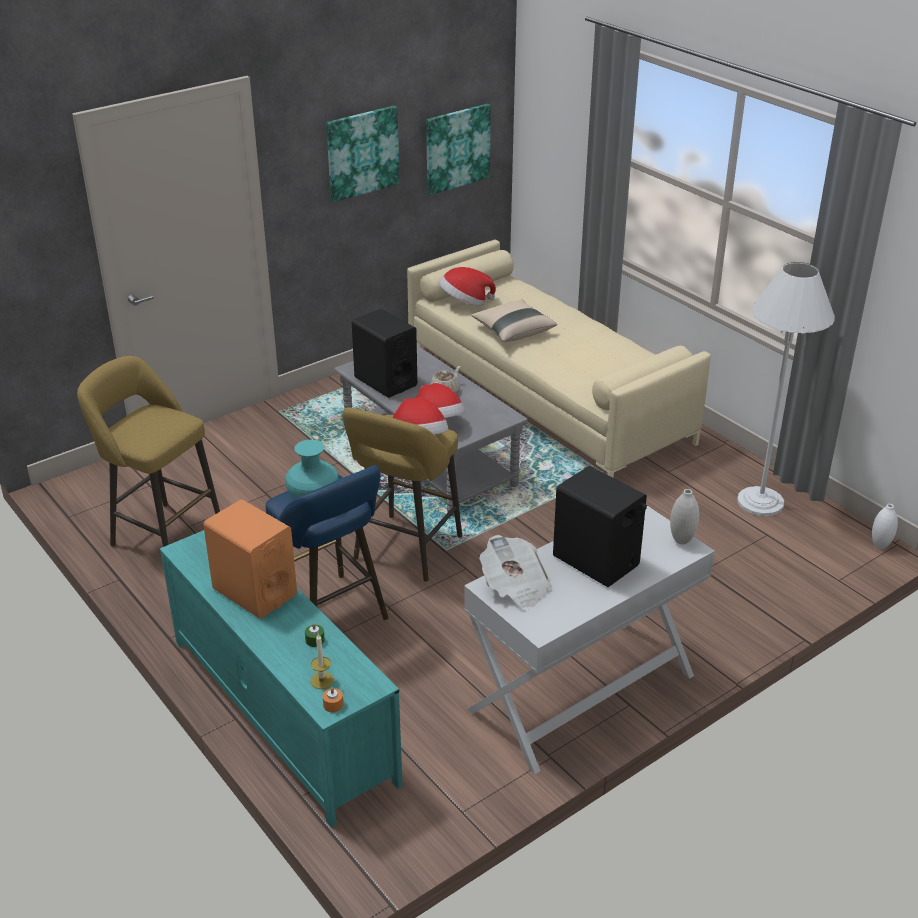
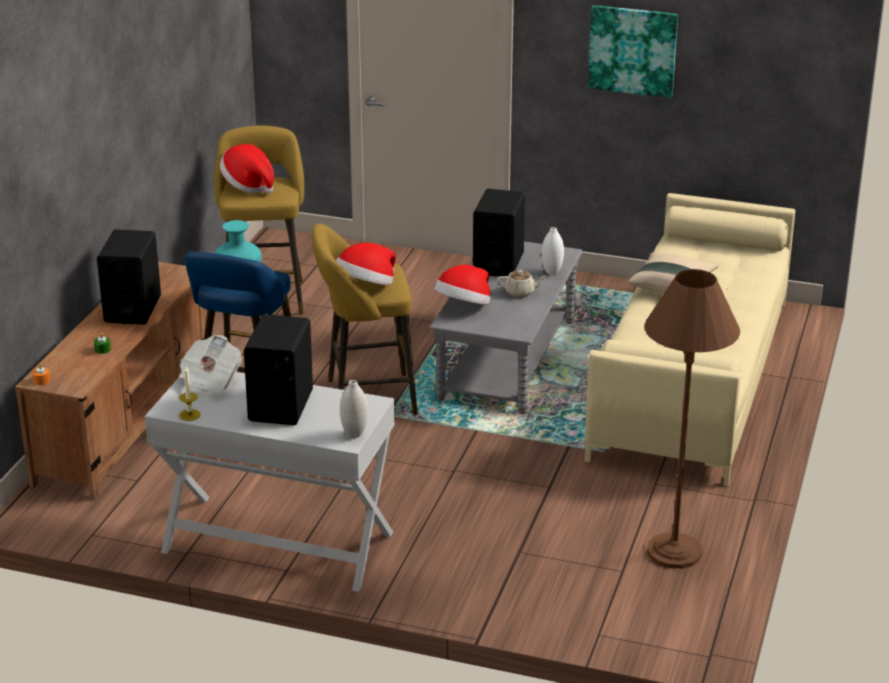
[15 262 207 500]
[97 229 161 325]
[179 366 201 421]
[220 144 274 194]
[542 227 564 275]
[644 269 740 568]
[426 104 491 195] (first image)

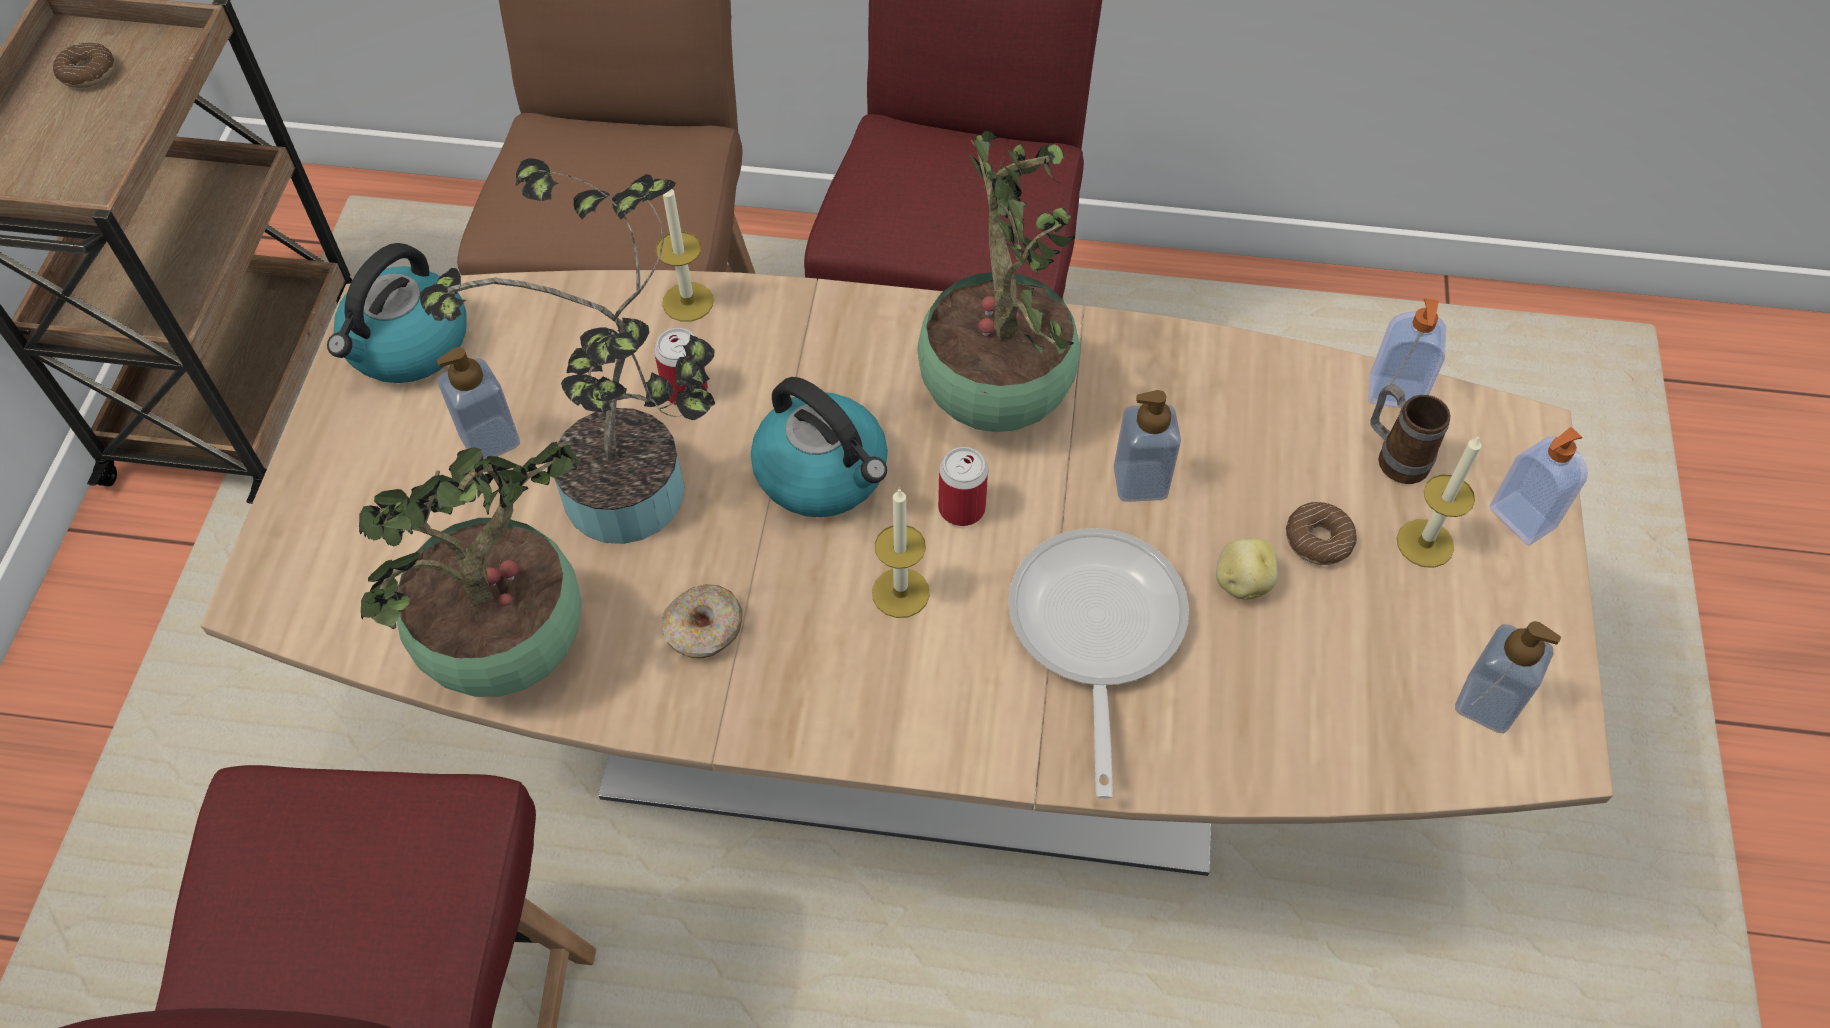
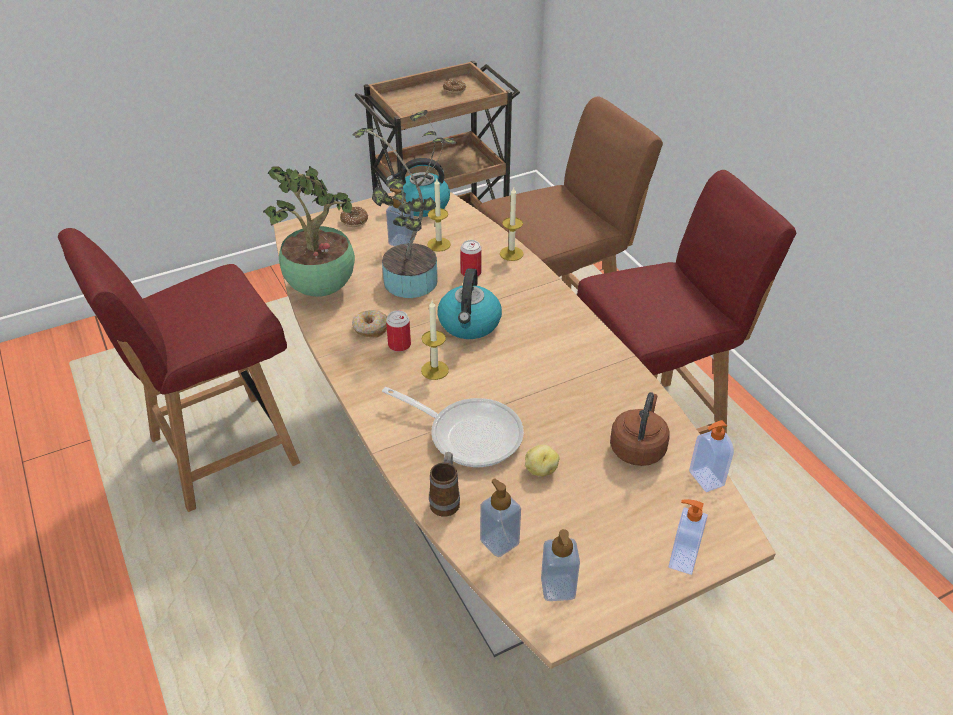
[340 207 368 227]
[382 387 524 467]
[386 310 411 352]
[427 179 451 252]
[429 452 460 517]
[480 478 521 557]
[610 392 670 466]
[917 131 1080 432] (first image)

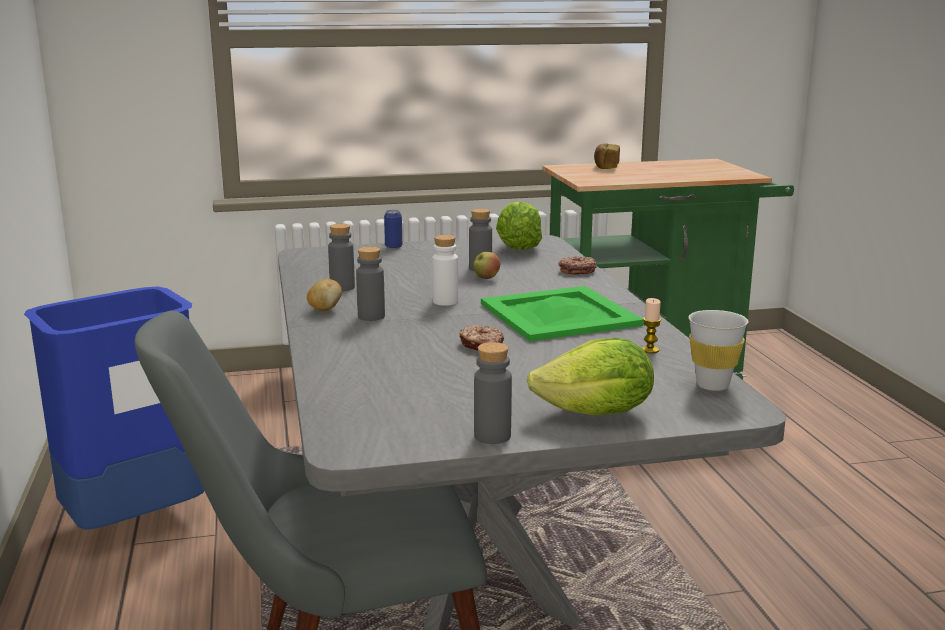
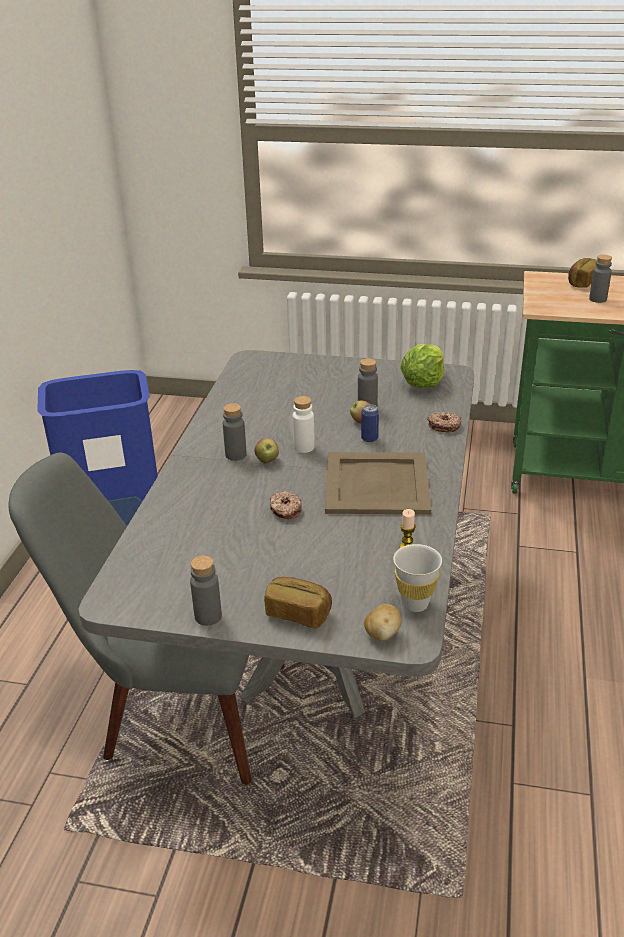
[255 438 279 463]
[264 577 332 629]
[325 452 431 514]
[361 404 379 442]
[364 604 401 641]
[589 255 612 303]

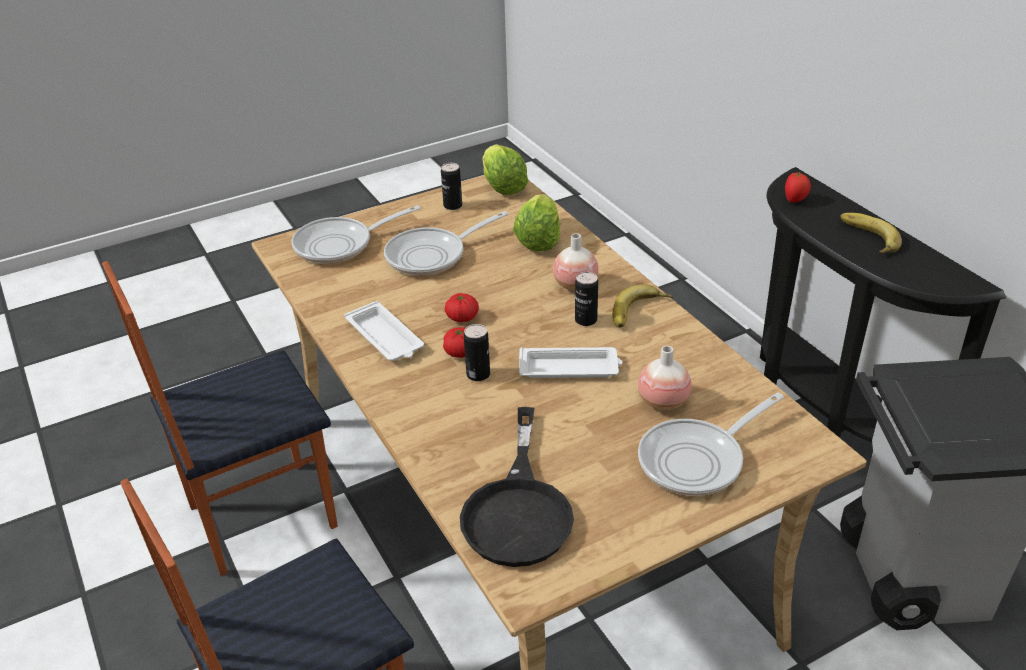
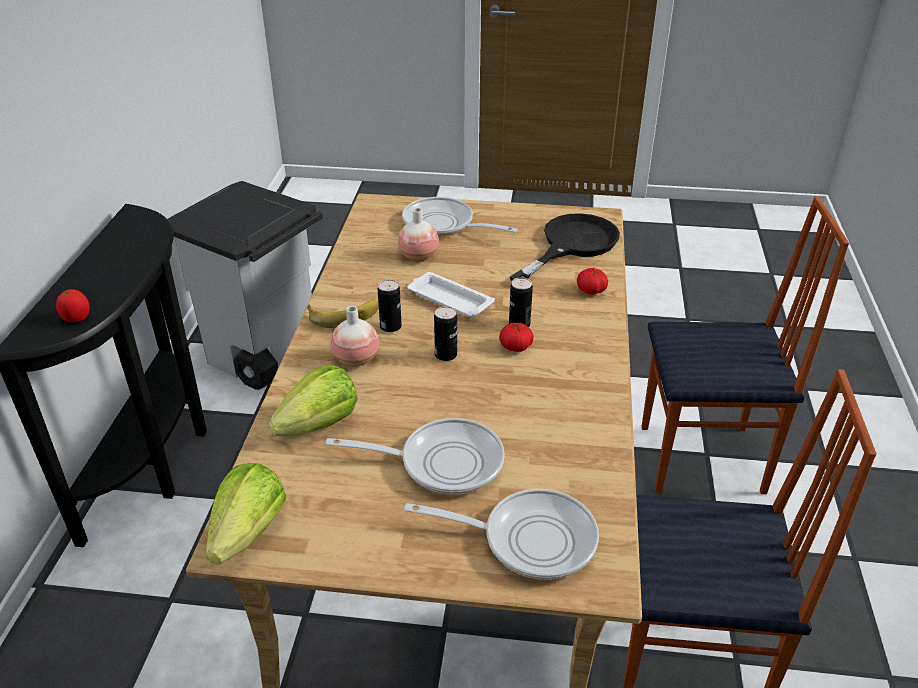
[402 197 518 237]
[434 306 457 361]
[577 268 608 295]
[344 301 424 361] (first image)
[840 213 902 254] (first image)

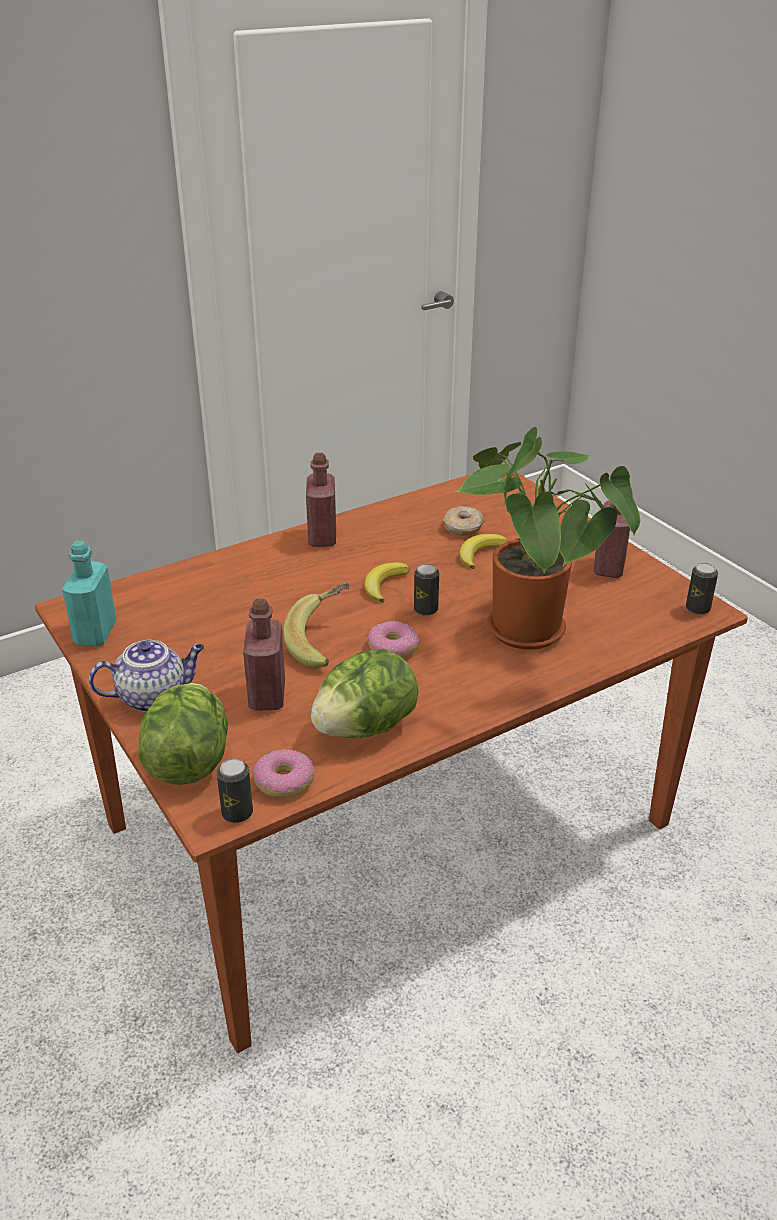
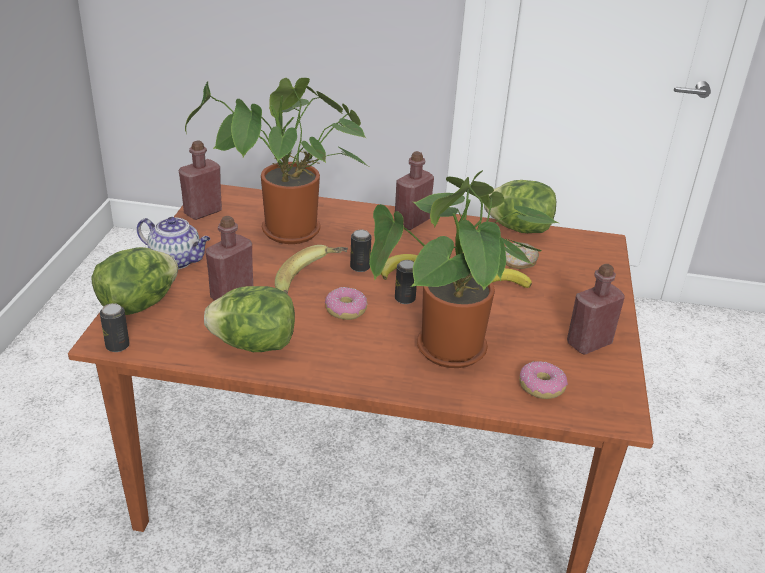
[179 140 222 220]
[185 78 369 244]
[350 230 372 272]
[484 180 556 233]
[519 361 568 399]

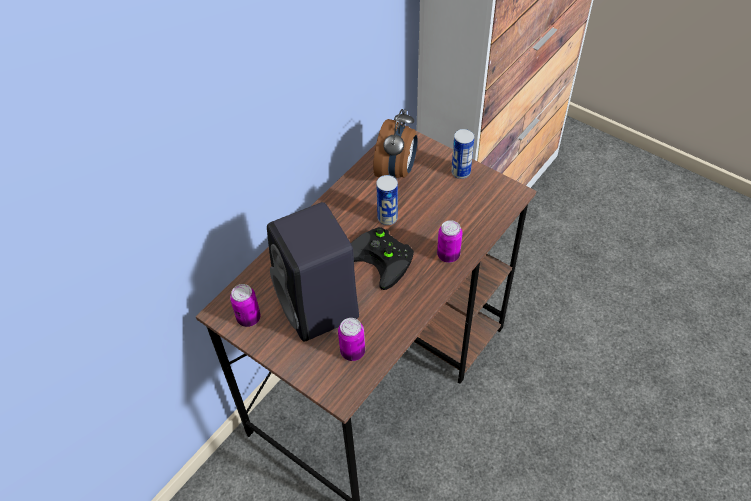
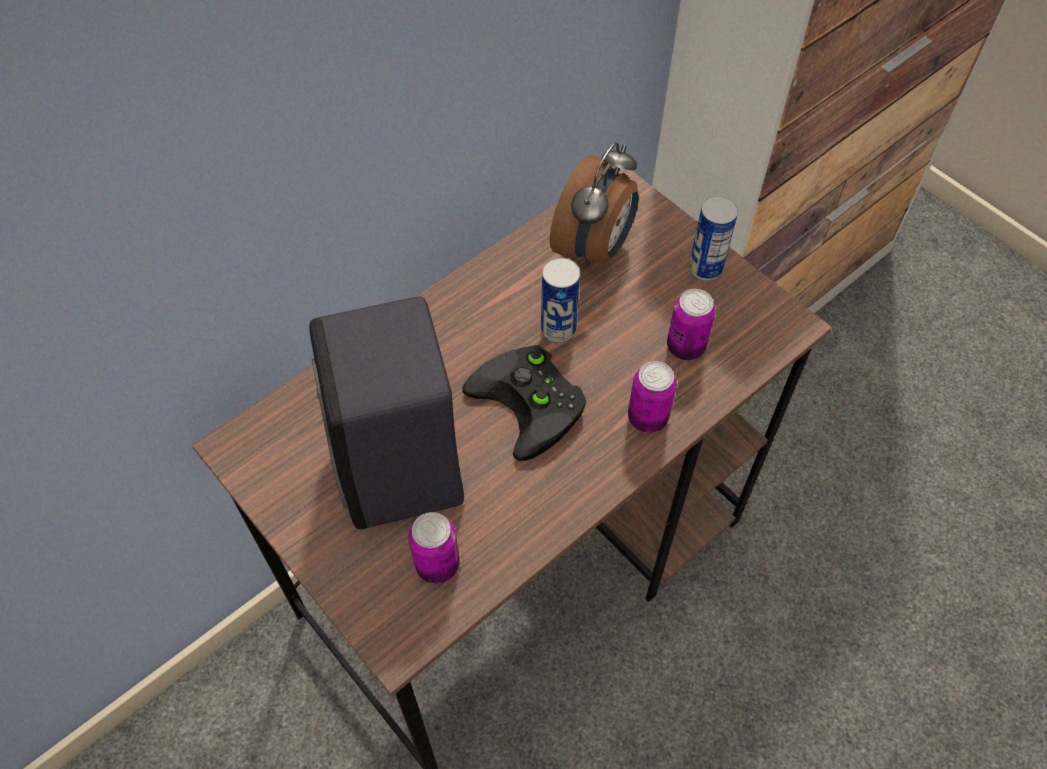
[667 289 716 360]

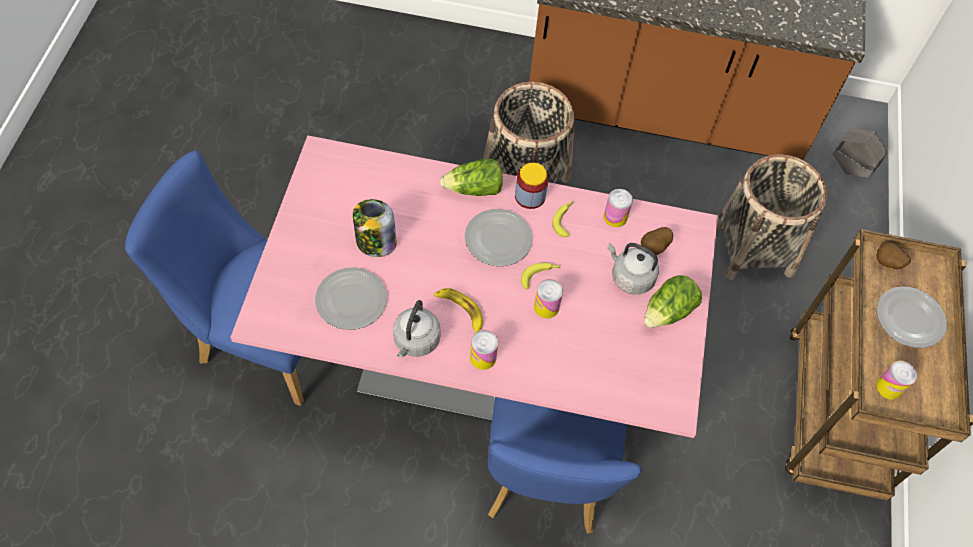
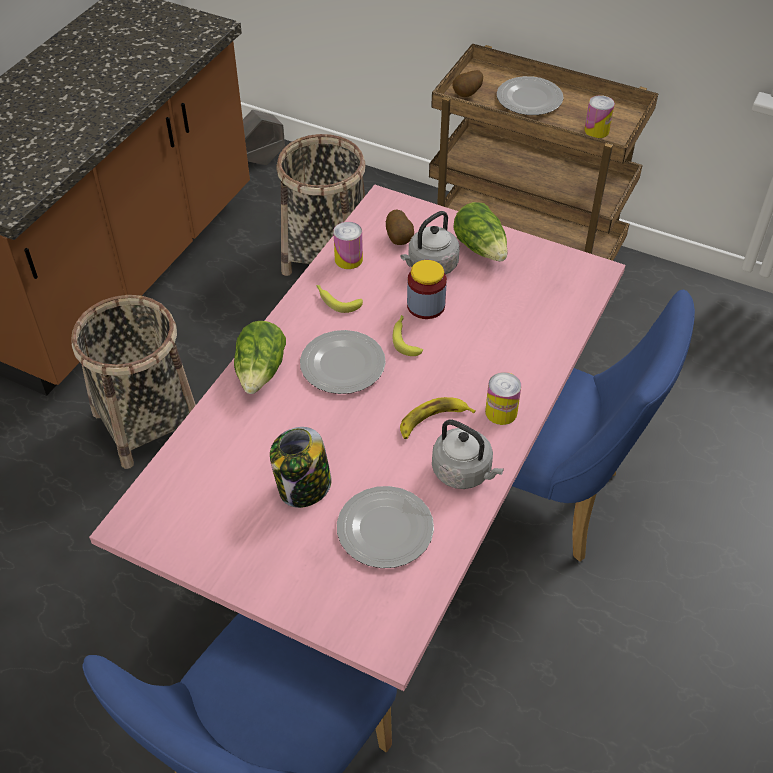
[407 260 447 319]
[534 279 563 318] (first image)

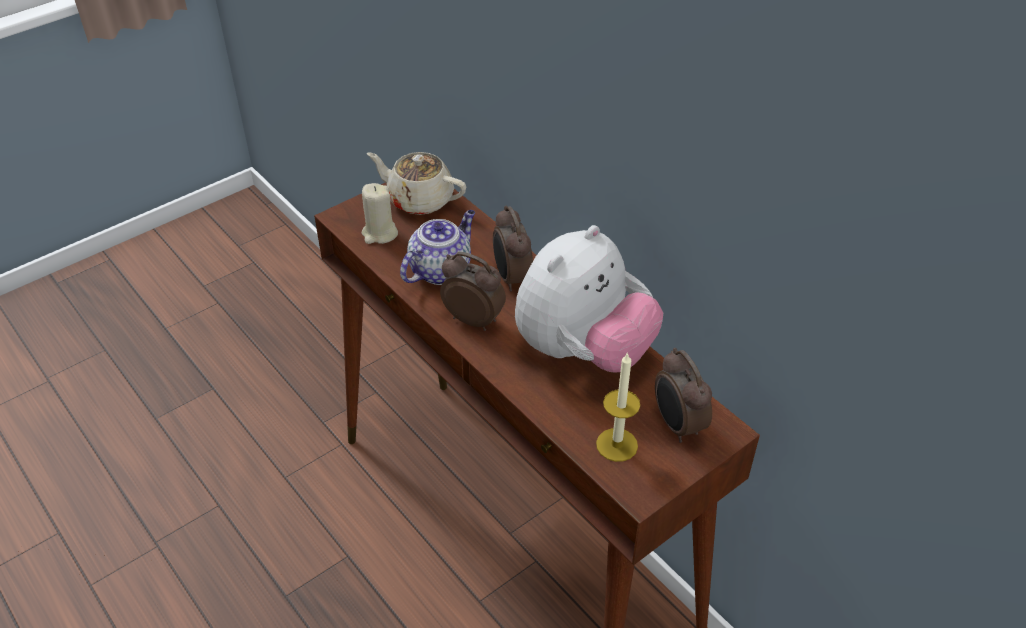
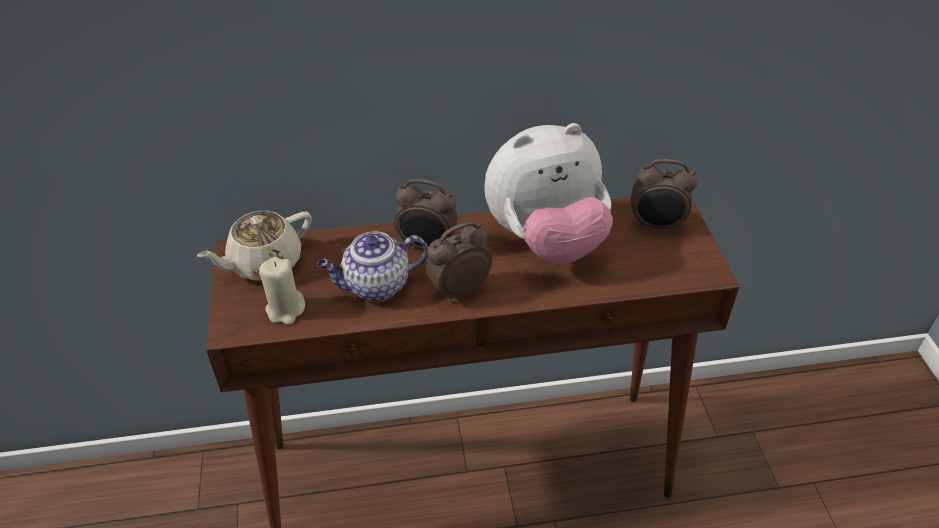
[317 231 428 302]
[484 123 613 264]
[596 352 640 462] (first image)

